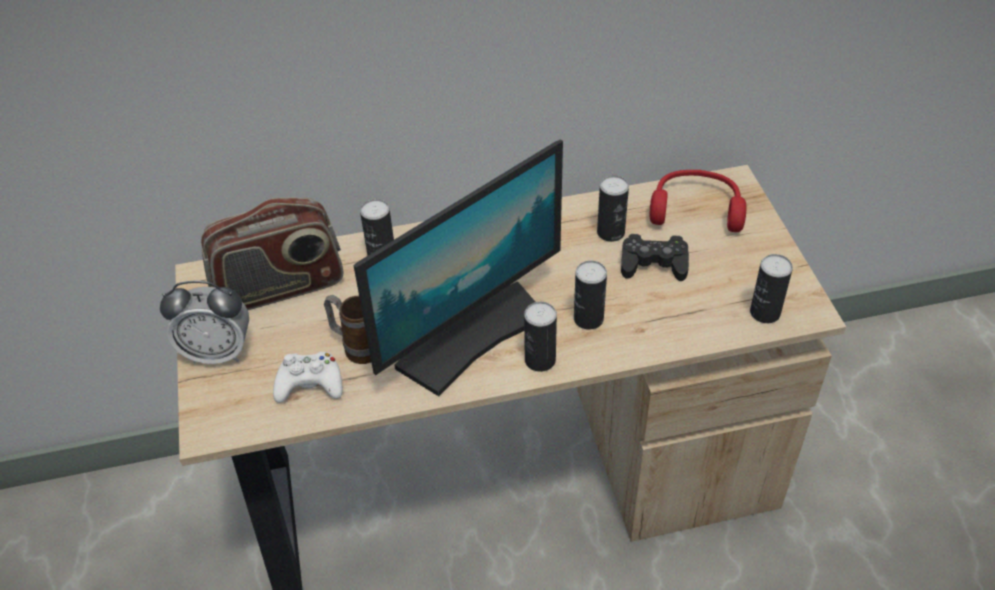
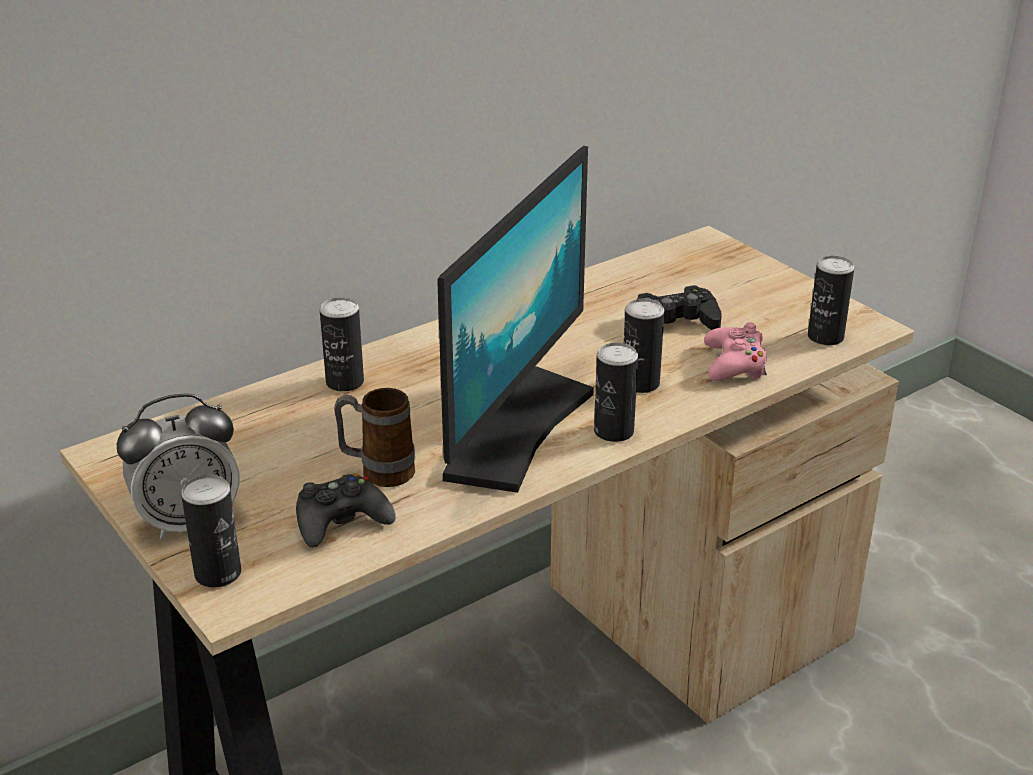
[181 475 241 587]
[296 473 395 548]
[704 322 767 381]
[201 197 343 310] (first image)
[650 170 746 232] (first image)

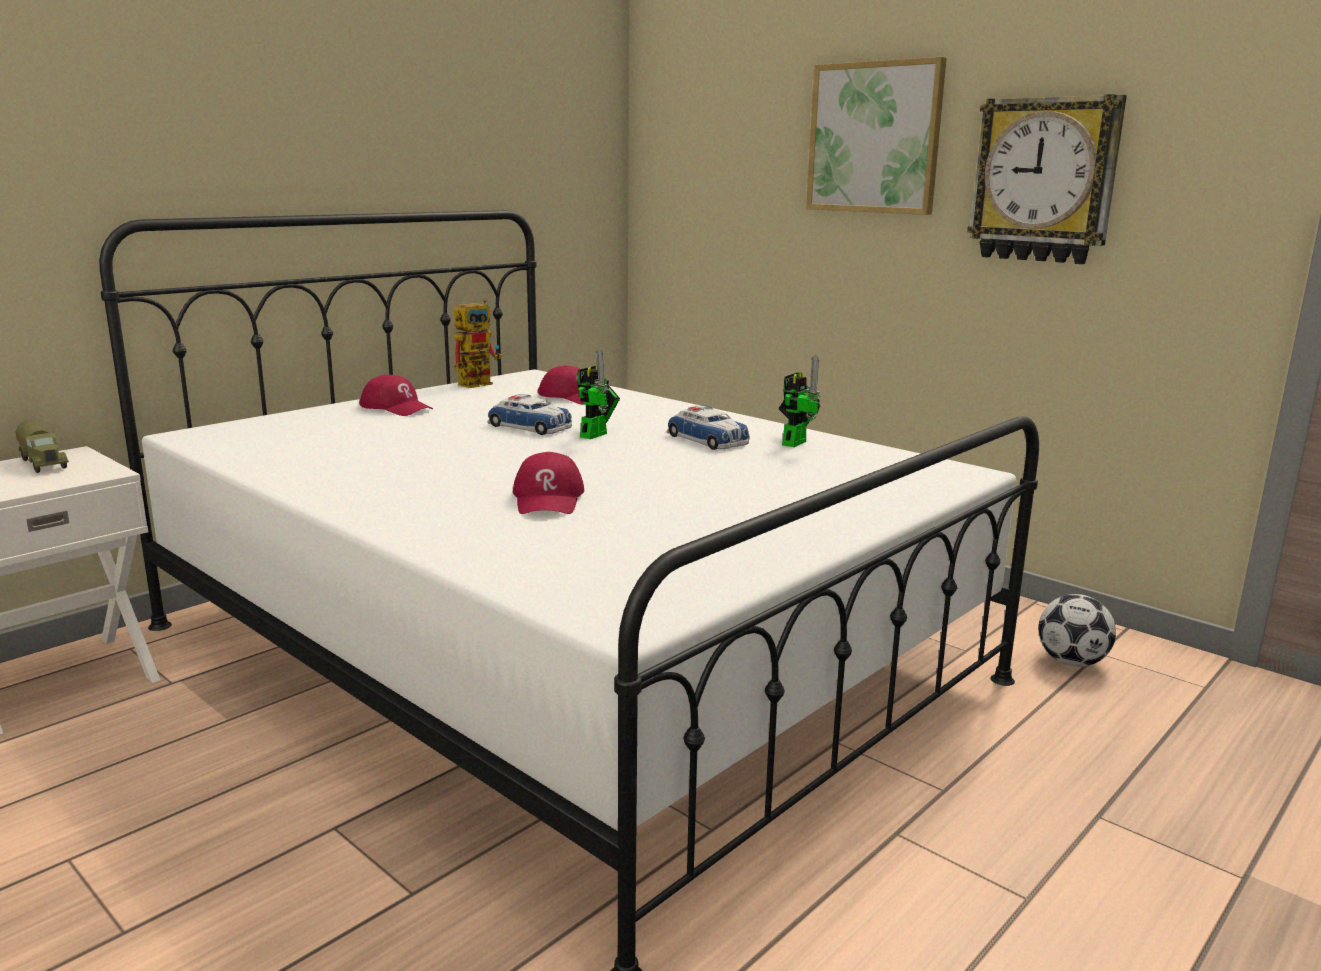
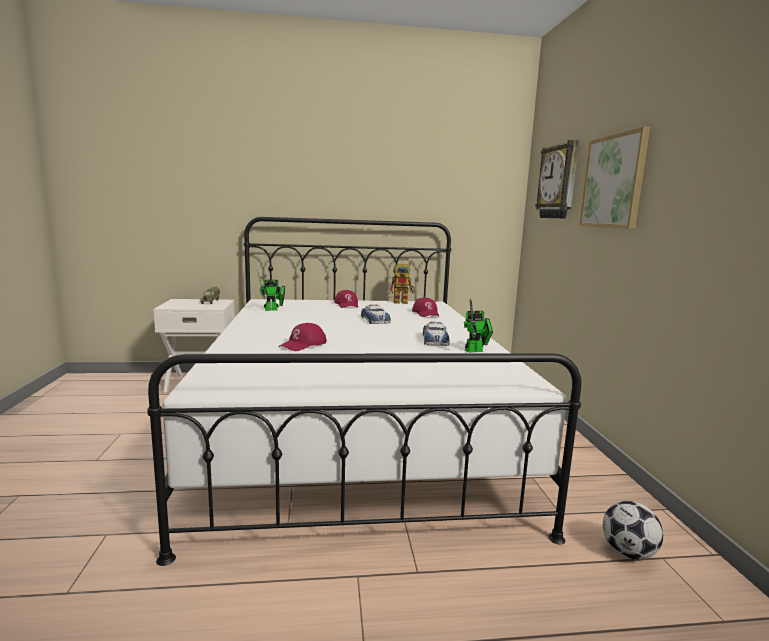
[257 269 285 311]
[535 140 579 219]

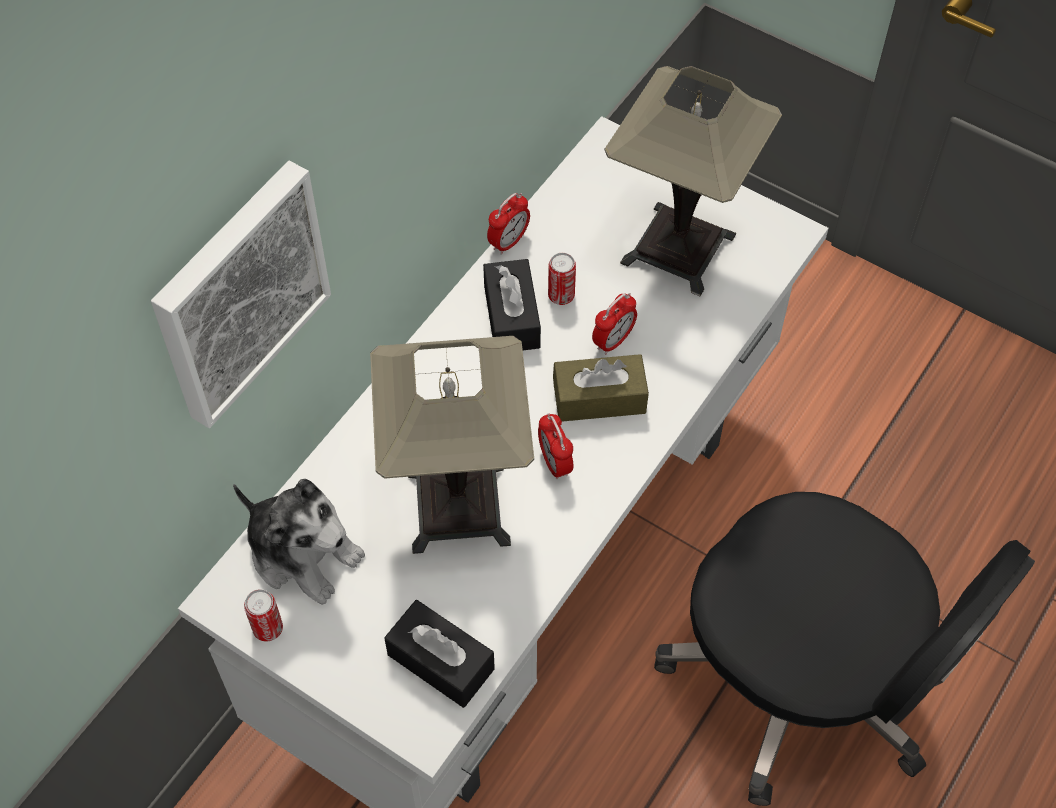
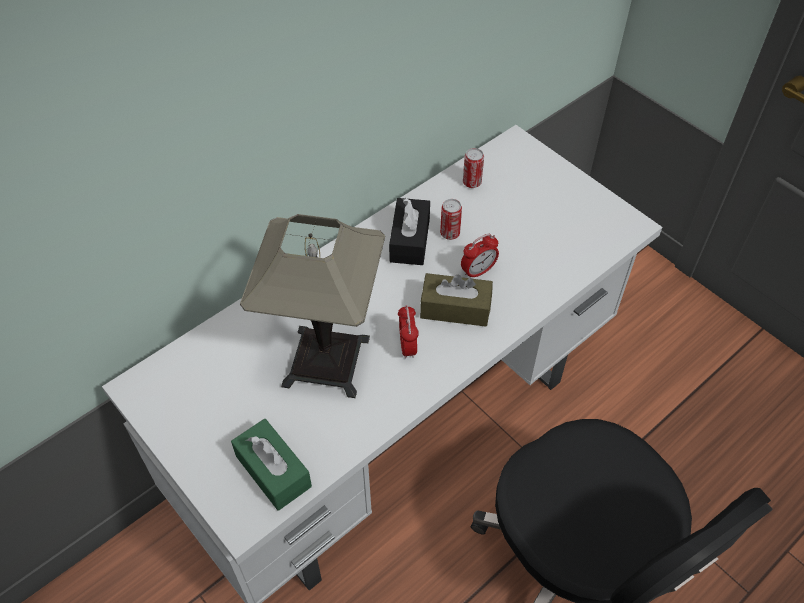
[231 419 312 511]
[463 148 484 188]
[151 160 331 428] (first image)
[233 479 365 605] (first image)
[487 193 530 255] (first image)
[605 66 782 296] (first image)

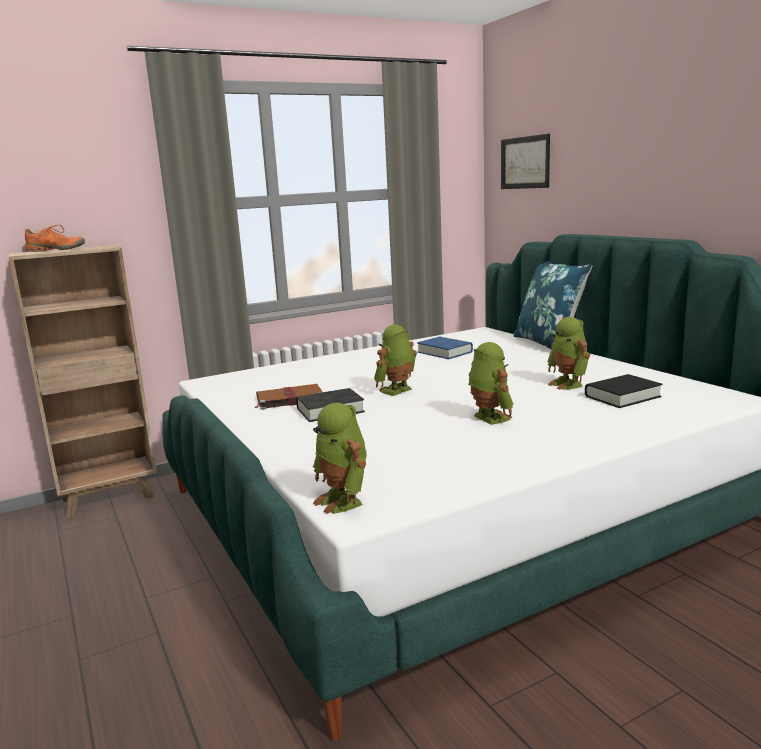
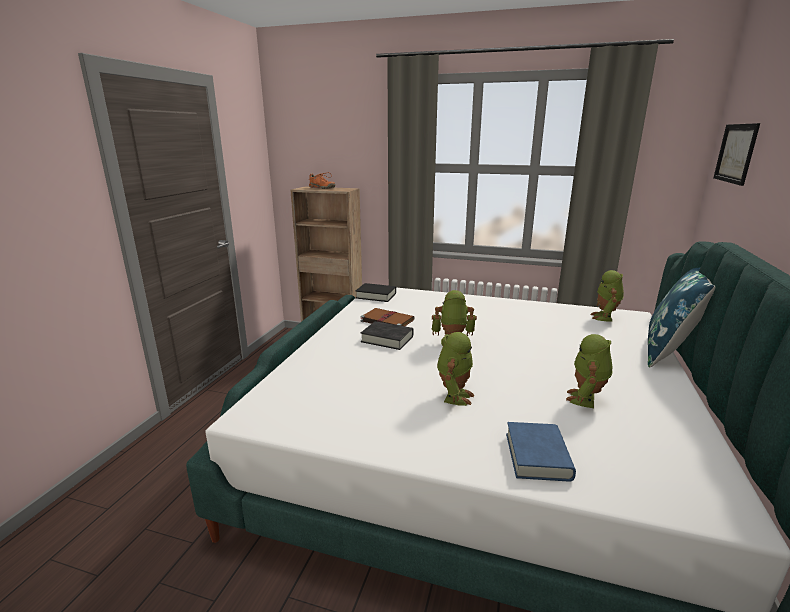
[356 283 396 302]
[506 422 576 482]
[590 270 624 322]

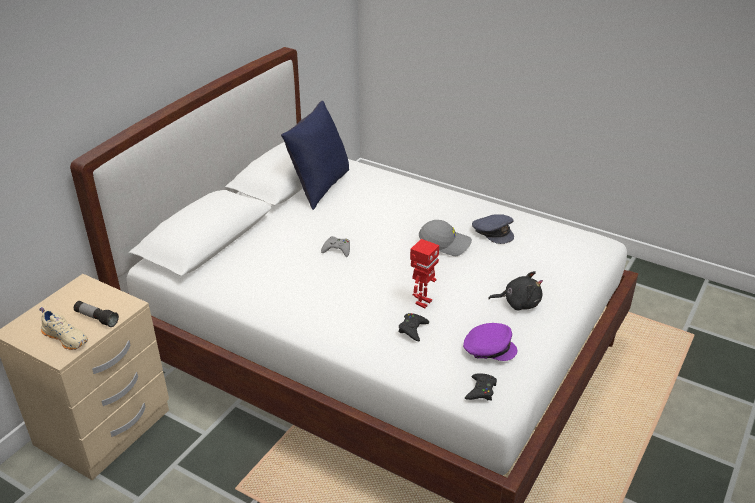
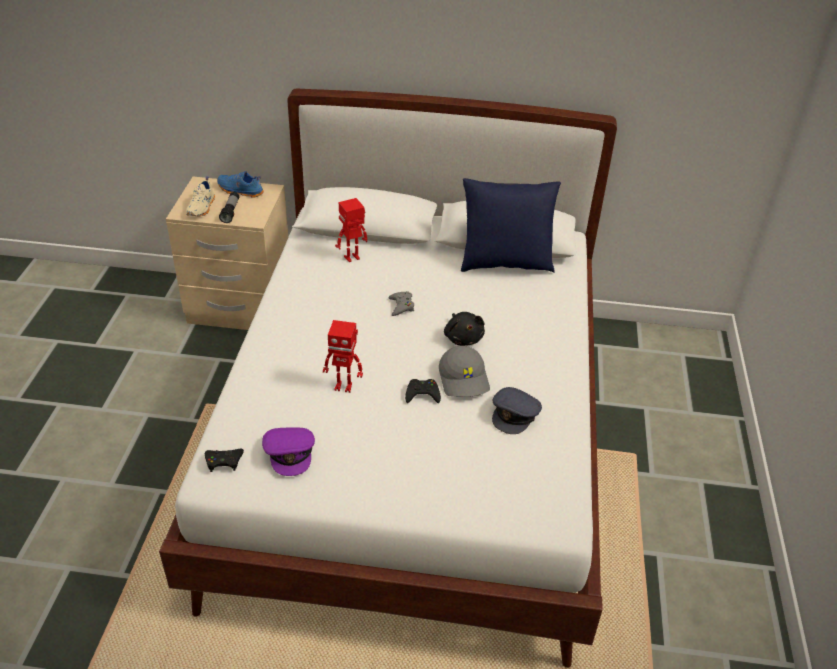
[217 171 264 198]
[335 198 367 262]
[405 379 441 403]
[444 312 485 346]

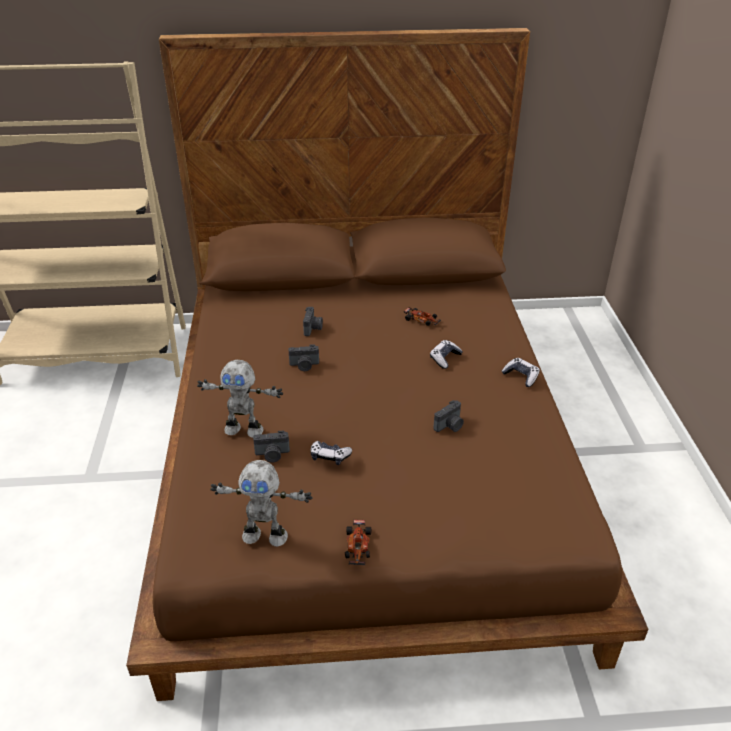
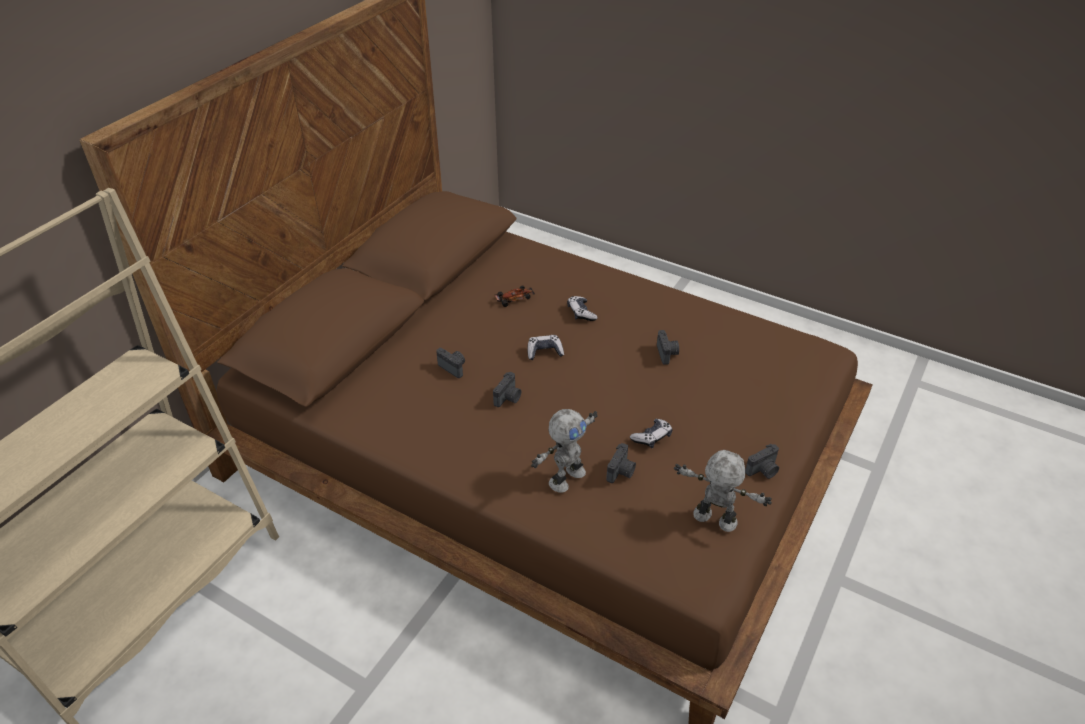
[527 335 564 360]
[674 450 772 532]
[745 444 779 479]

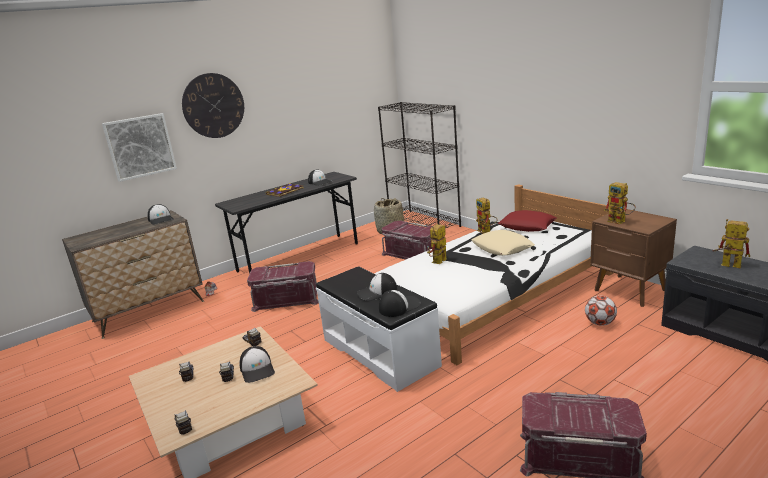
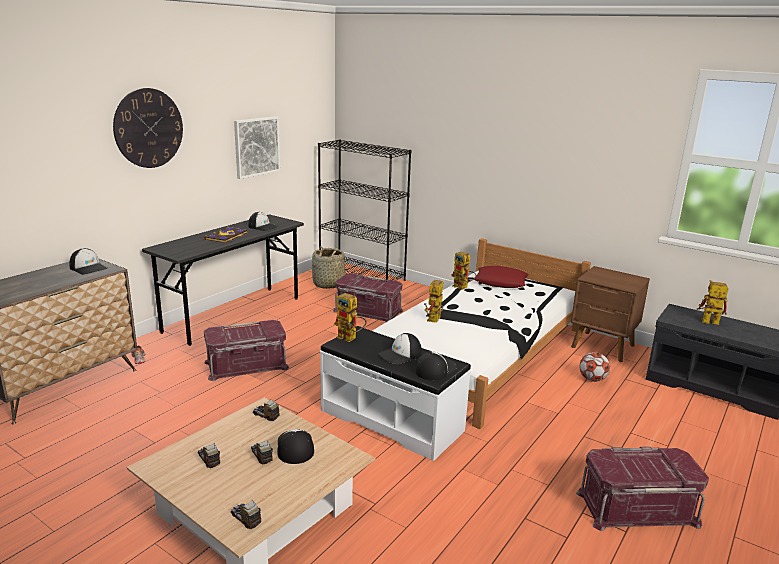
[234 116 280 179]
[277 429 314 464]
[334 293 367 342]
[471 230 535 256] (first image)

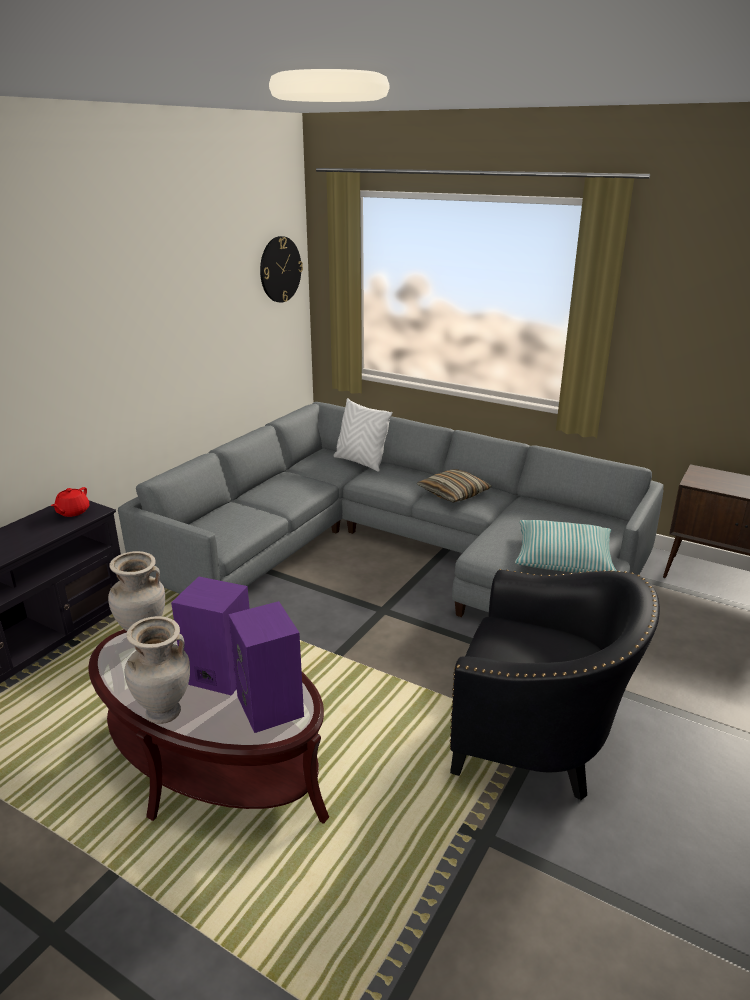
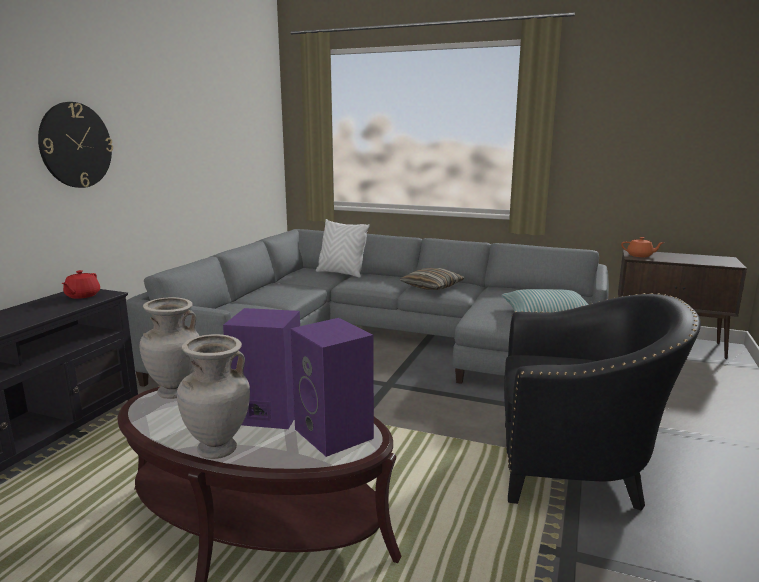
[38 102 113 188]
[621 237 664 257]

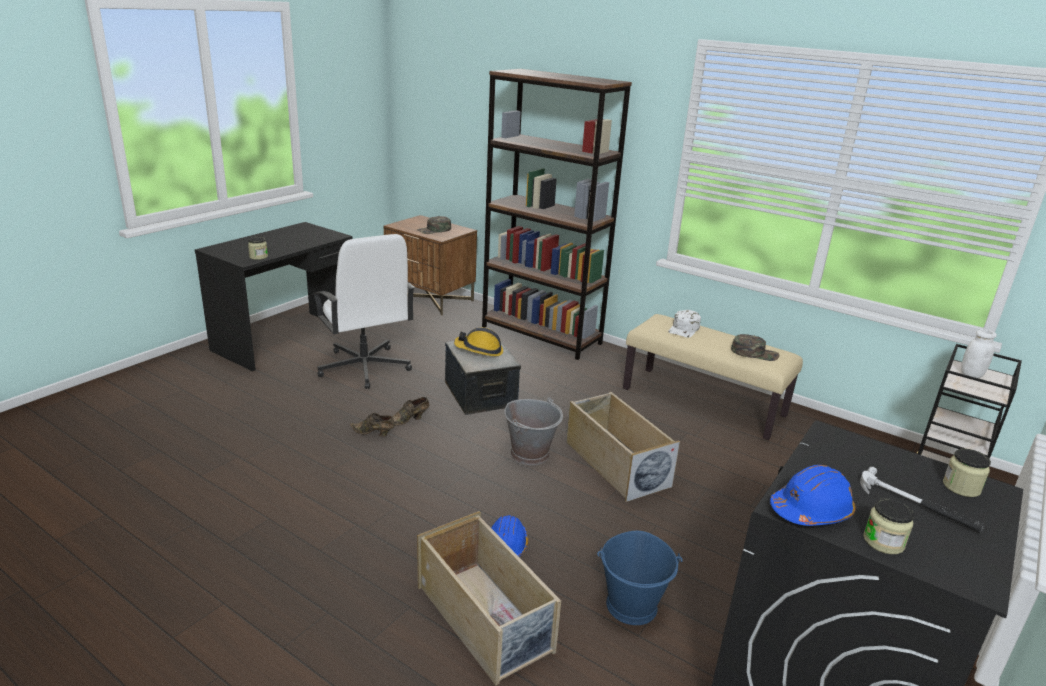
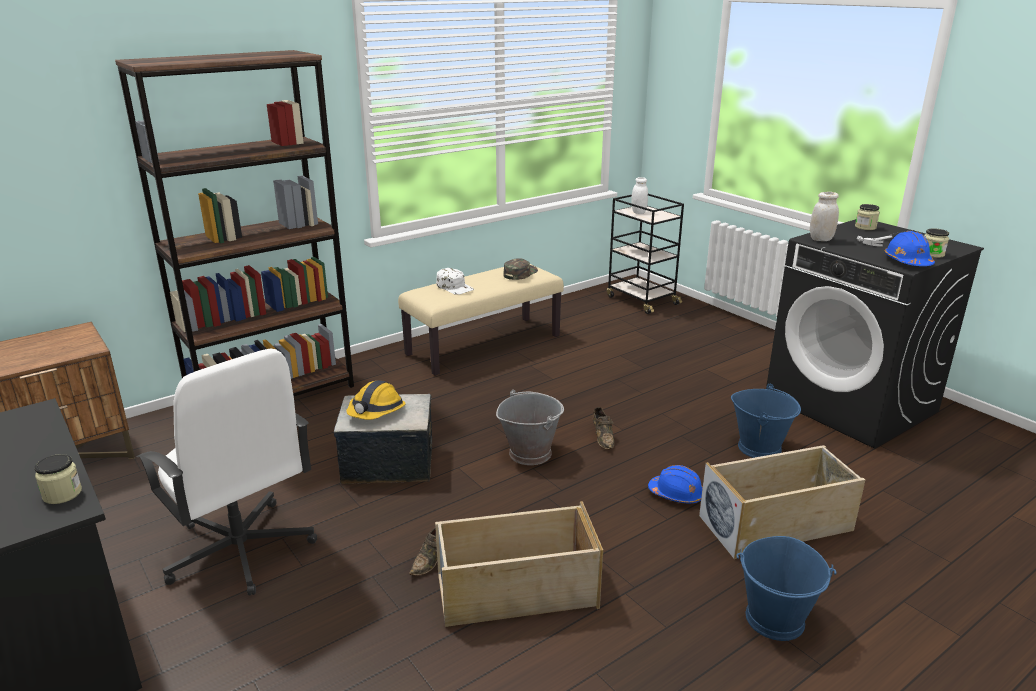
[137 349 317 595]
[435 501 603 627]
[592 407 614 450]
[736 536 837 641]
[810 192 839 241]
[417 216 451 234] (first image)

